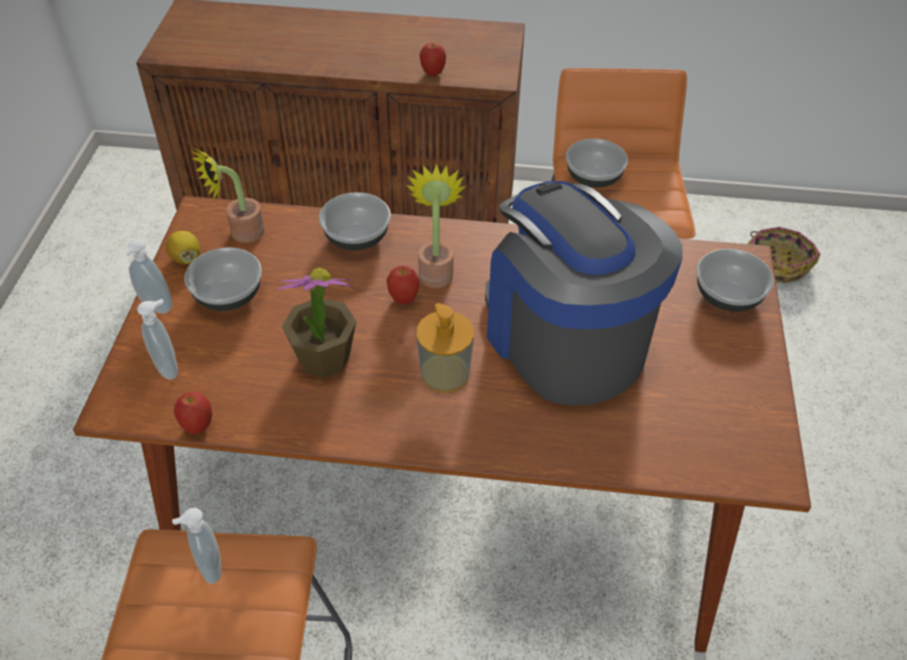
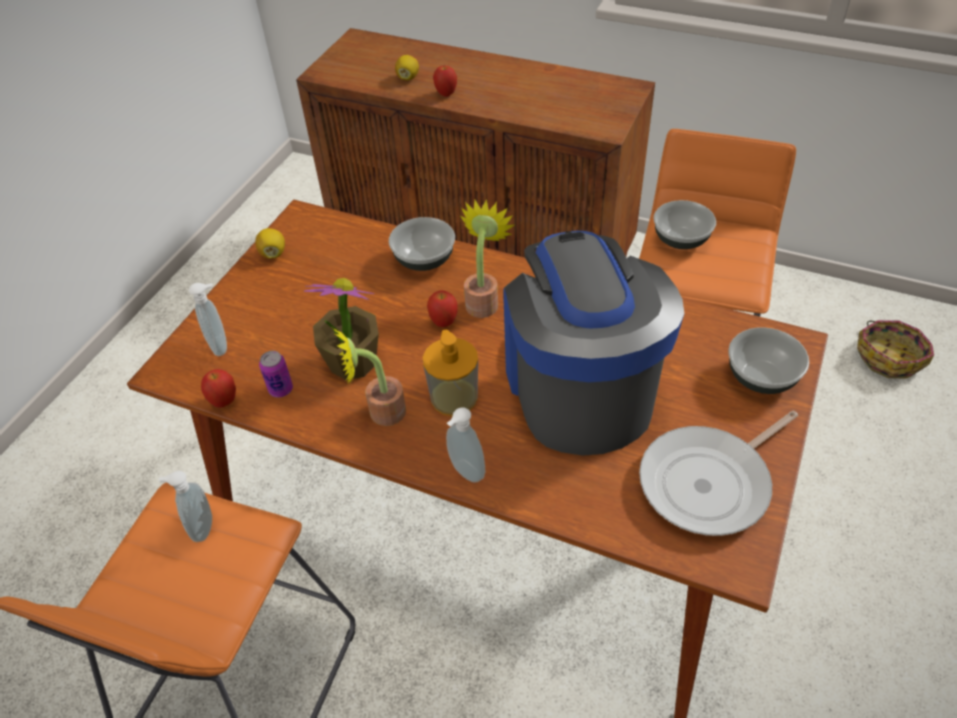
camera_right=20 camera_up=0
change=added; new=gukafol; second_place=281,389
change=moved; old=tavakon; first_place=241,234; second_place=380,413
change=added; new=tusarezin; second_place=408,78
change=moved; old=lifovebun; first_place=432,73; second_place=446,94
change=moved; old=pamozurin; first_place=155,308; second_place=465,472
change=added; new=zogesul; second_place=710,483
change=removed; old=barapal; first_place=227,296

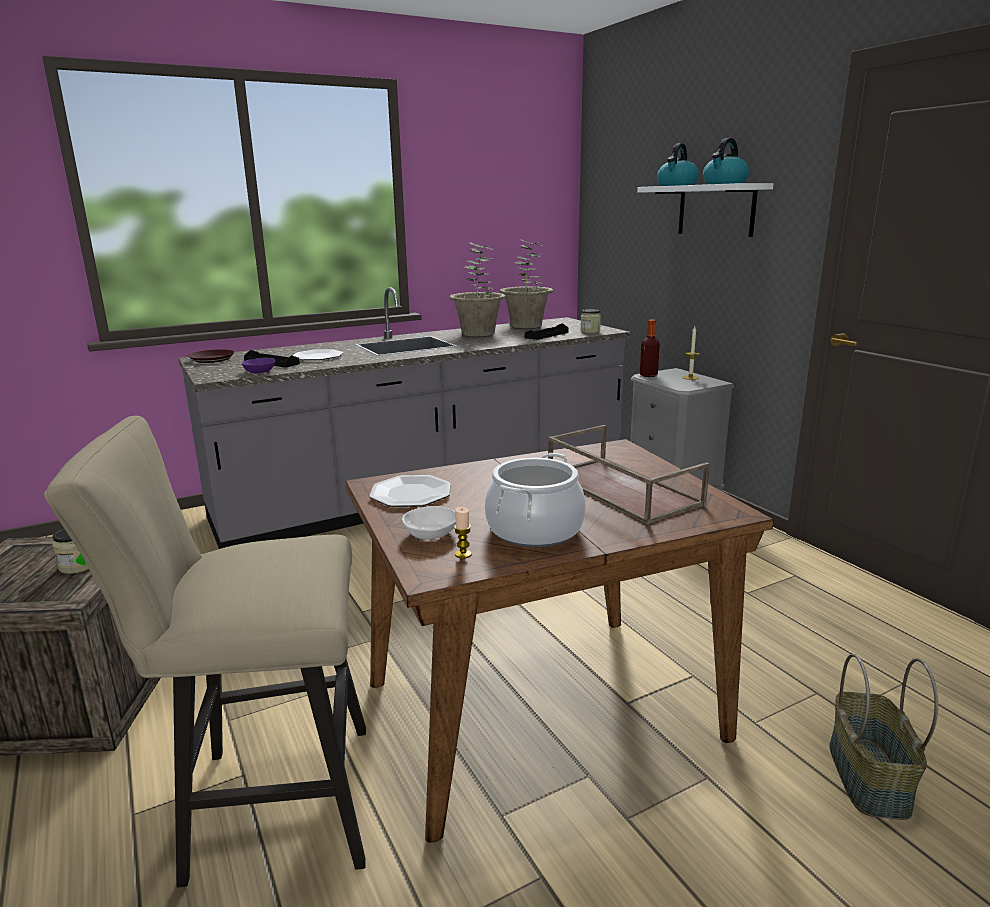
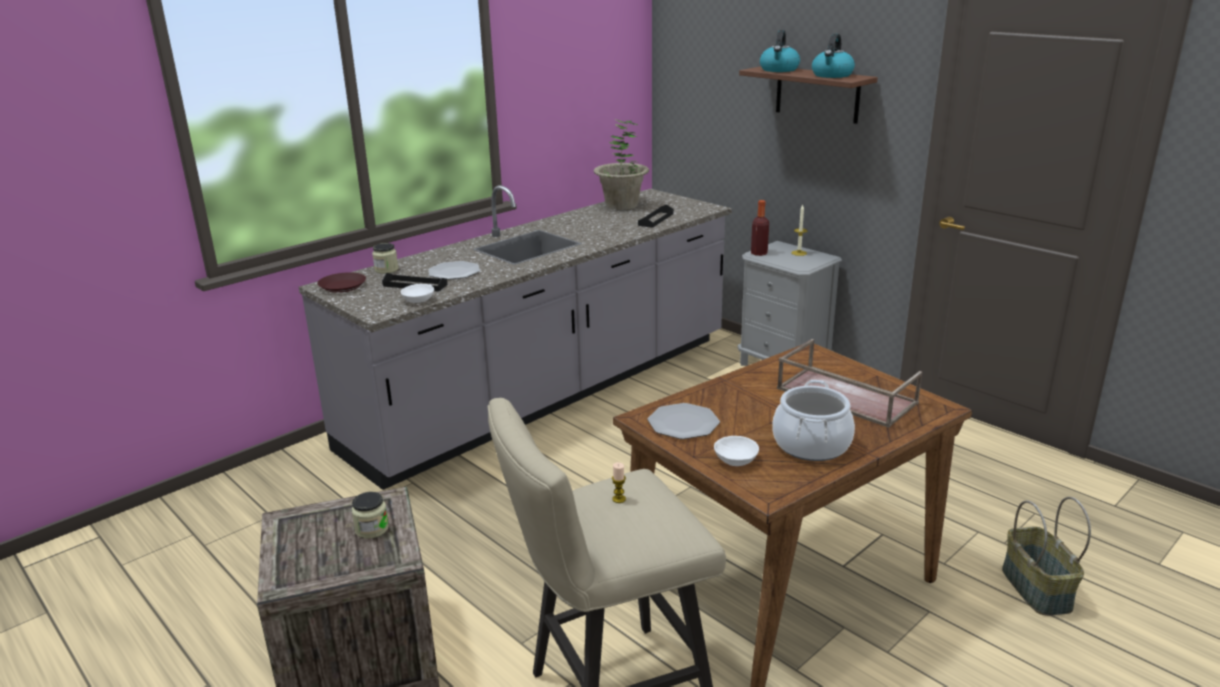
camera_right=-15 camera_up=5
change=moved; old=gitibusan; first_place=590,331; second_place=386,269
change=recoloured; old=purple barapal; new=white barapal; first_place=259,371; second_place=417,300
change=moved; old=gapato; first_place=463,554; second_place=619,499
change=recoloured; old=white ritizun; new=brown ritizun; first_place=716,210; second_place=817,94
change=removed; old=tavakon; first_place=478,333

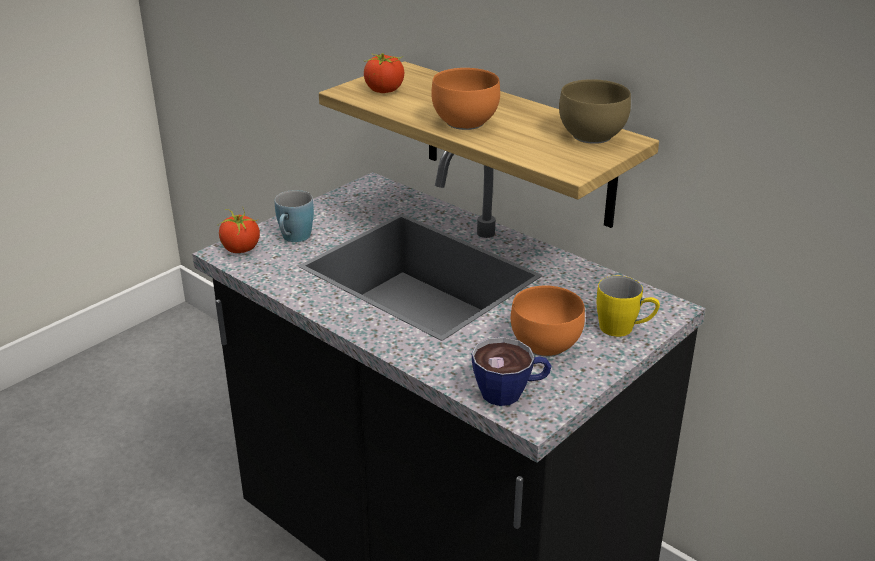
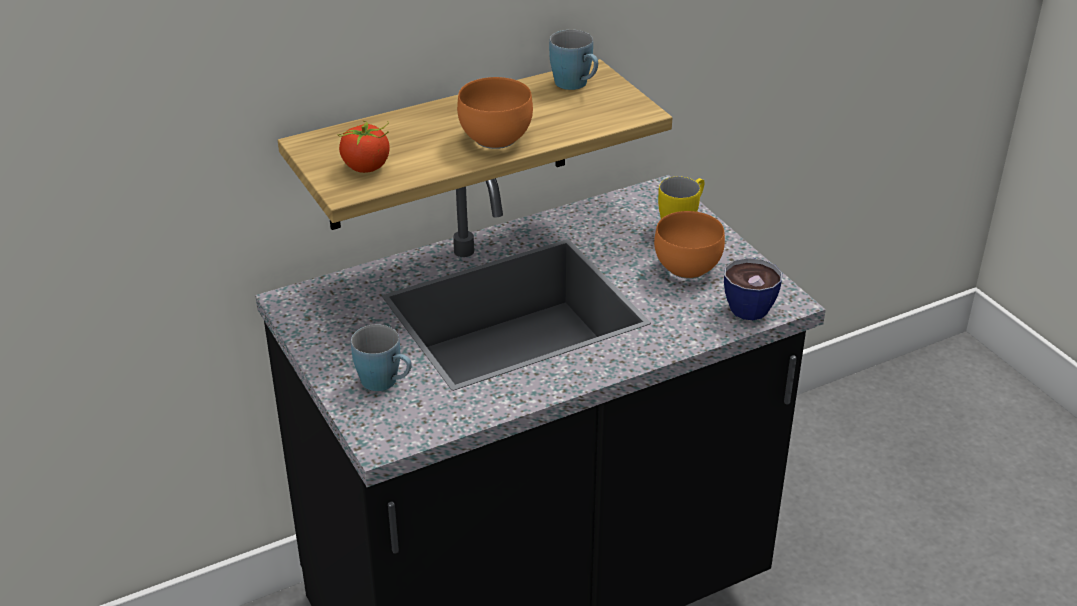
camera_right=-70 camera_up=5
change=replaced; old=brown barapal; new=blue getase; first_place=593,137; second_place=576,85
change=removed; old=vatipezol; first_place=240,249

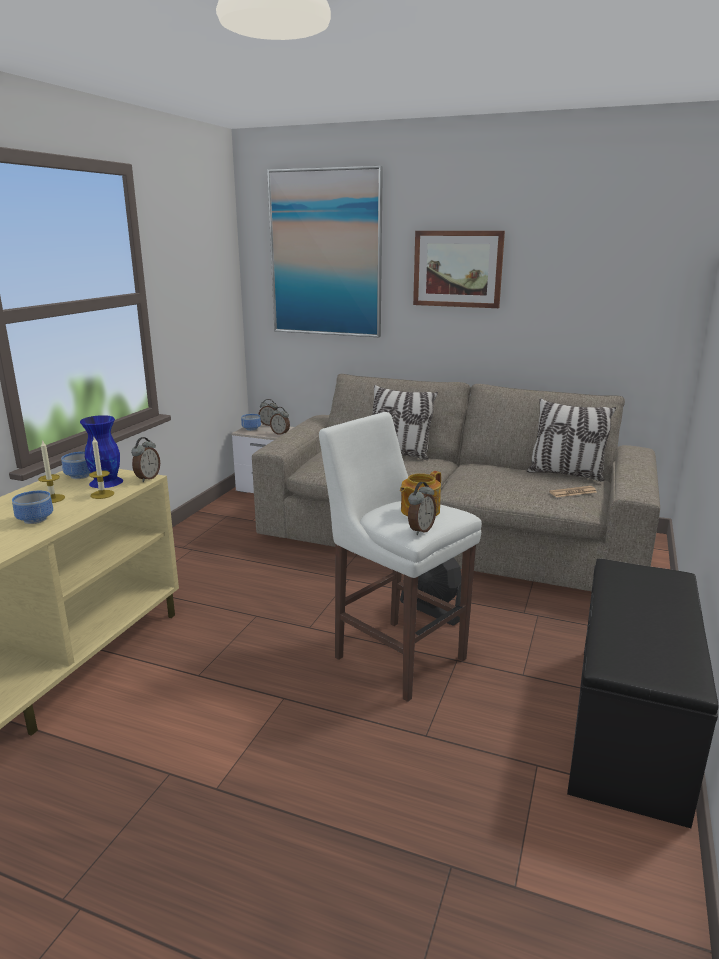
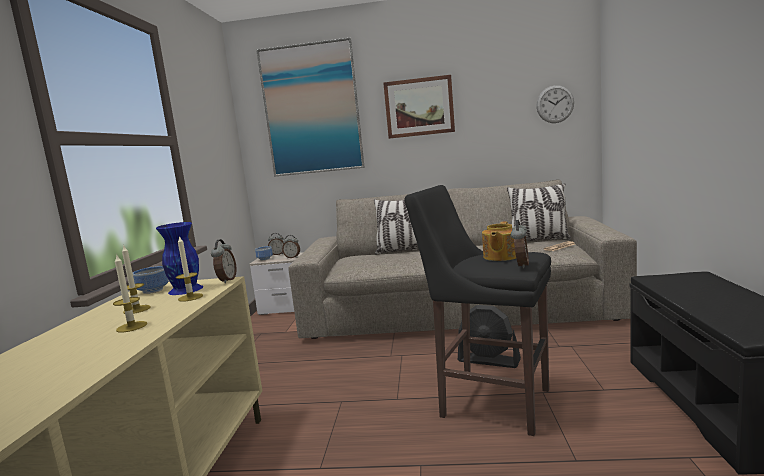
camera_right=-15 camera_up=-10
change=replaced; old=barapal; new=gapato; first_place=36,520; second_place=132,327
change=recoloured; old=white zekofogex; new=black zekofogex; first_place=395,655; second_place=489,401
change=added; new=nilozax; second_place=555,104

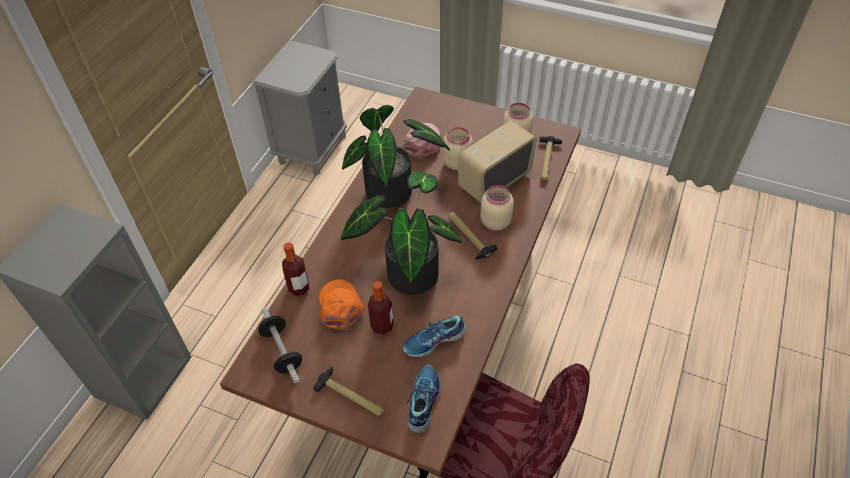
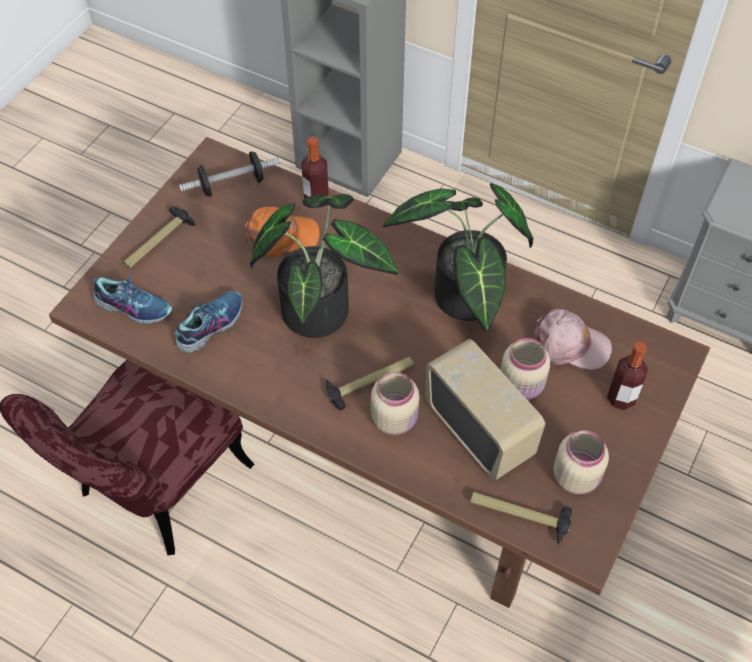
camera_right=95 camera_up=5
change=turned; old=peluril; first_place=434,341; second_place=210,325; degrees=60
change=moved; old=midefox; first_place=382,326; second_place=621,398

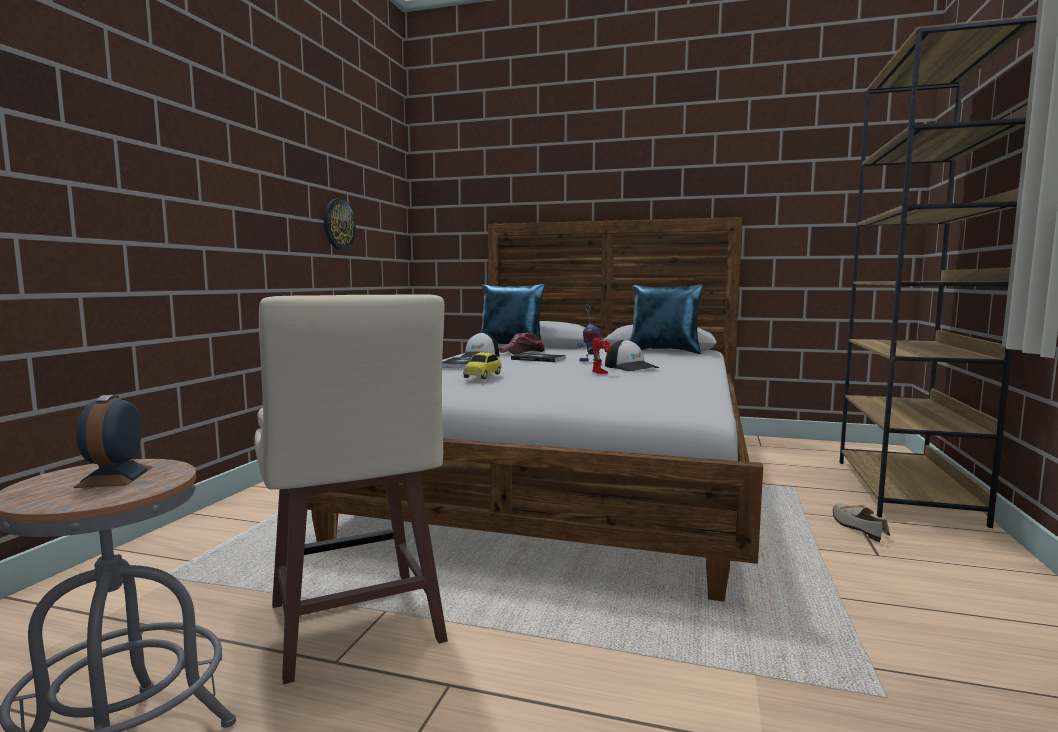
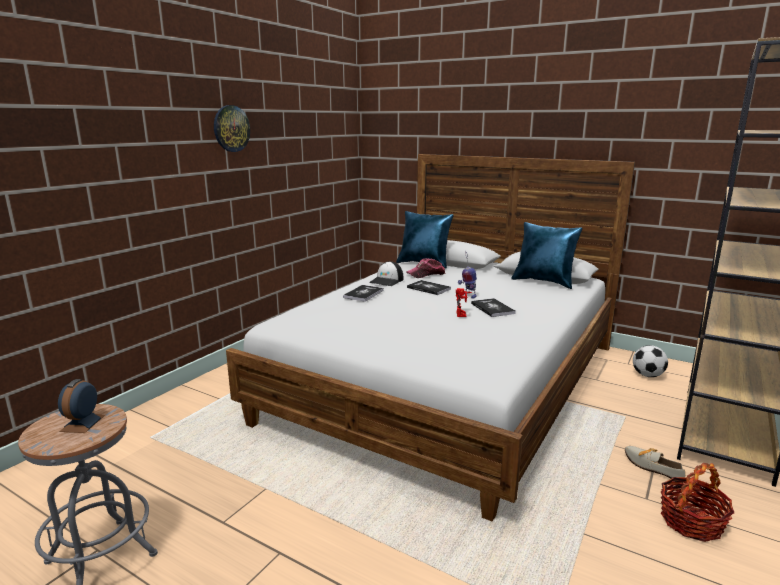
camera_right=15 camera_up=10
change=moved; old=nilozax; first_place=338,224; second_place=231,128
change=replaced; old=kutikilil; new=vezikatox; first_place=631,367; second_place=492,308
change=turned; old=peluril; first_place=857,526; second_place=650,466; degrees=-45
change=added; new=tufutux; second_place=647,375
change=added; new=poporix; second_place=691,522
change=removed; old=beige zekofogex; first_place=354,626
change=removed; old=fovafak; first_place=483,376

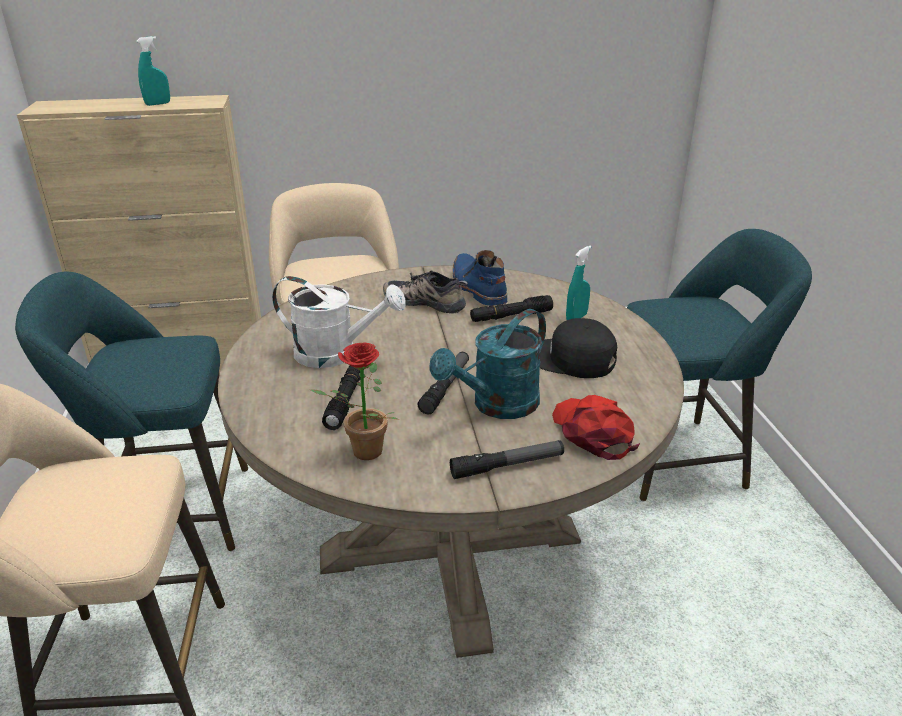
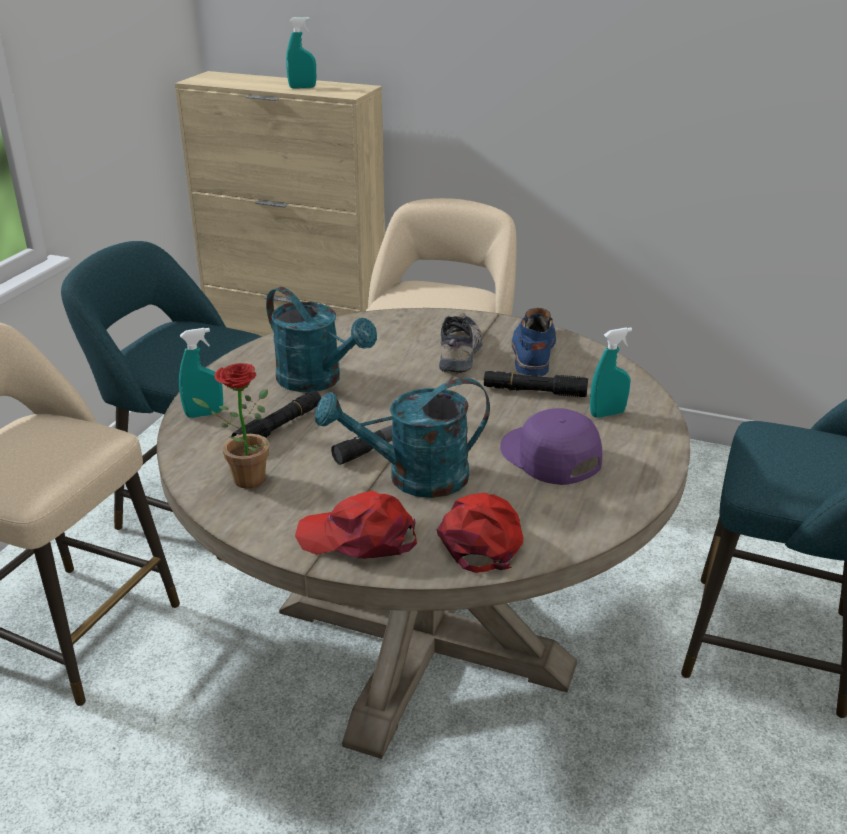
camera_right=30 camera_up=0
change=added; new=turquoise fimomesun; second_place=204,414
change=recoloured; old=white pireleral; new=turquoise pireleral; first_place=336,354; second_place=318,381
change=replaced; old=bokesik; new=red kutikilil; first_place=507,466; second_place=359,538
change=turned; old=peluril; first_place=426,301; second_place=461,352; degrees=45
change=recoloured; old=black kutikilil; new=purple kutikilil; first_place=572,359; second_place=549,456

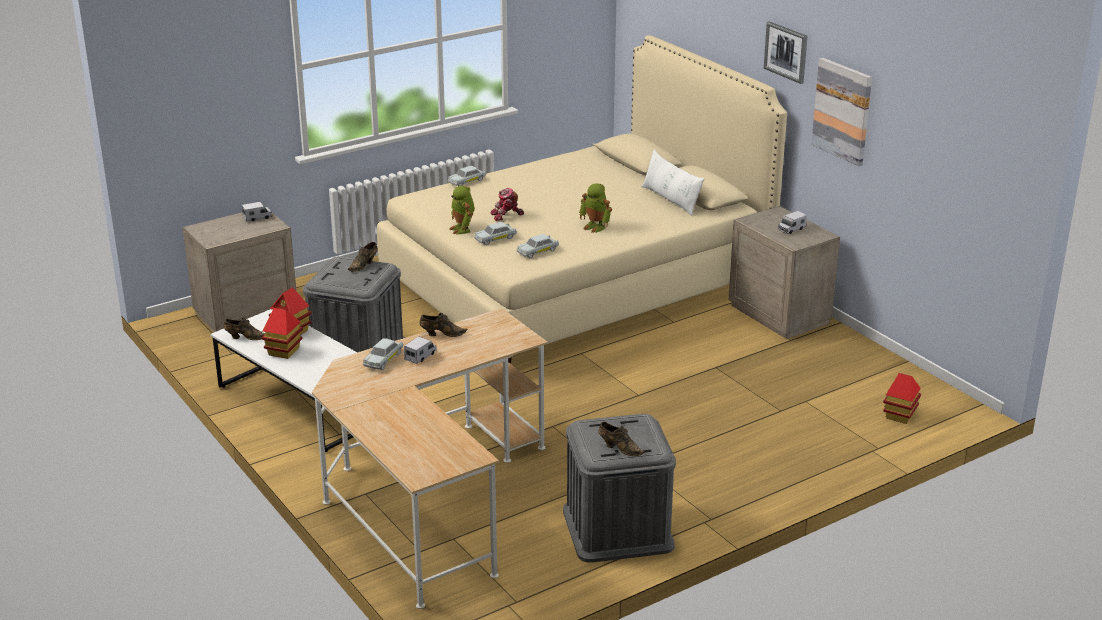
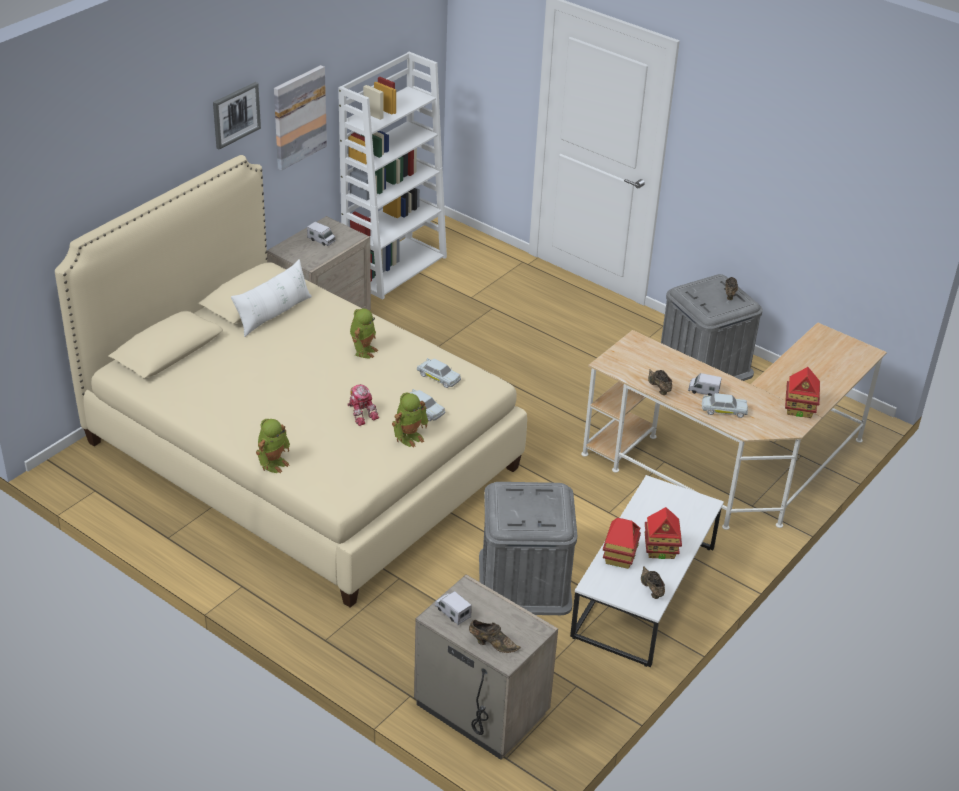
camera_right=-110 camera_up=10
change=replaced; old=white fovafak; new=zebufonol; first_place=467,181; second_place=273,463
change=added; new=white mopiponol; second_place=395,267
change=moved; old=brown peluril; first_place=364,265; second_place=492,644
change=moved; old=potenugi; first_place=900,416; second_place=799,409

